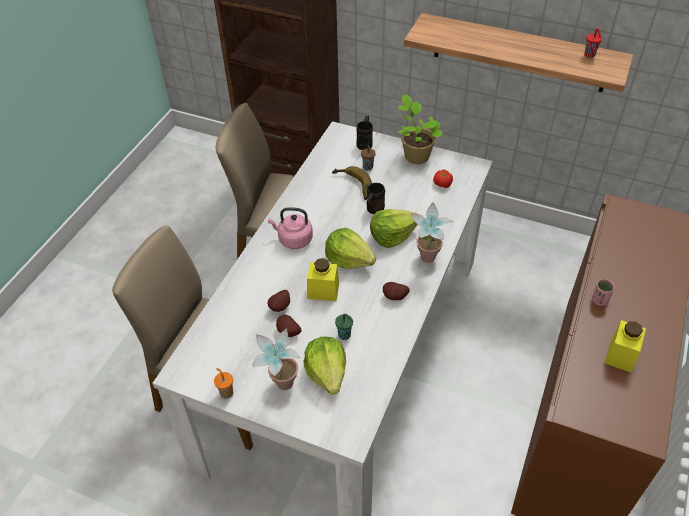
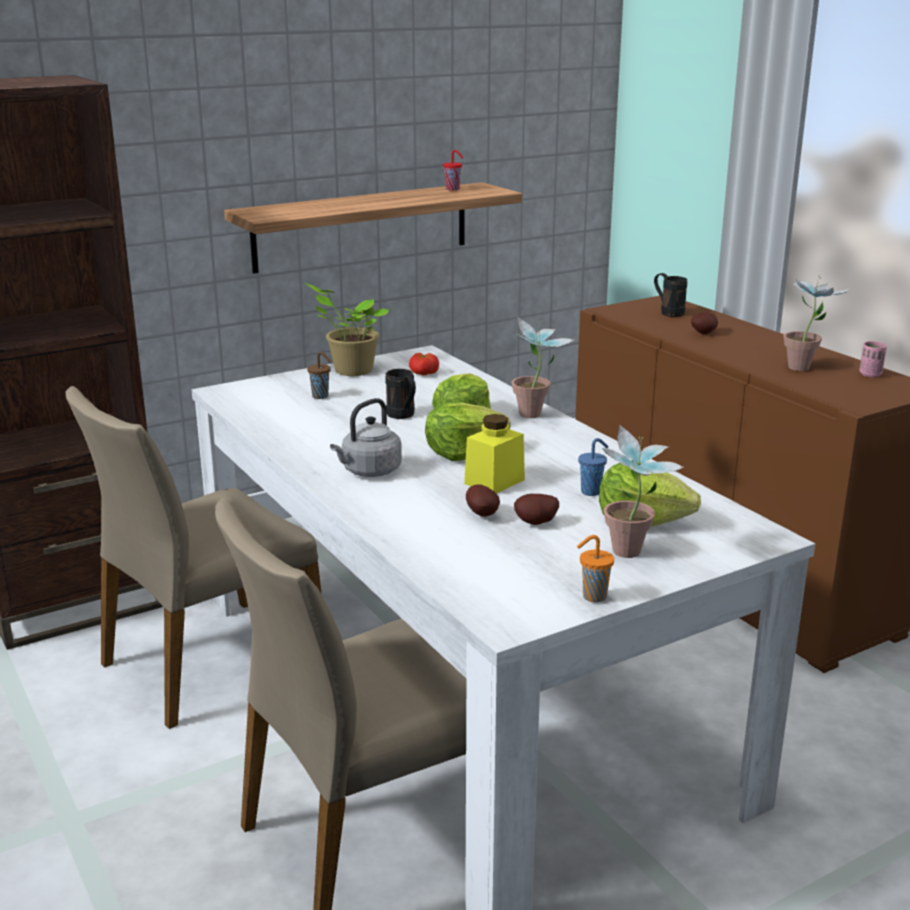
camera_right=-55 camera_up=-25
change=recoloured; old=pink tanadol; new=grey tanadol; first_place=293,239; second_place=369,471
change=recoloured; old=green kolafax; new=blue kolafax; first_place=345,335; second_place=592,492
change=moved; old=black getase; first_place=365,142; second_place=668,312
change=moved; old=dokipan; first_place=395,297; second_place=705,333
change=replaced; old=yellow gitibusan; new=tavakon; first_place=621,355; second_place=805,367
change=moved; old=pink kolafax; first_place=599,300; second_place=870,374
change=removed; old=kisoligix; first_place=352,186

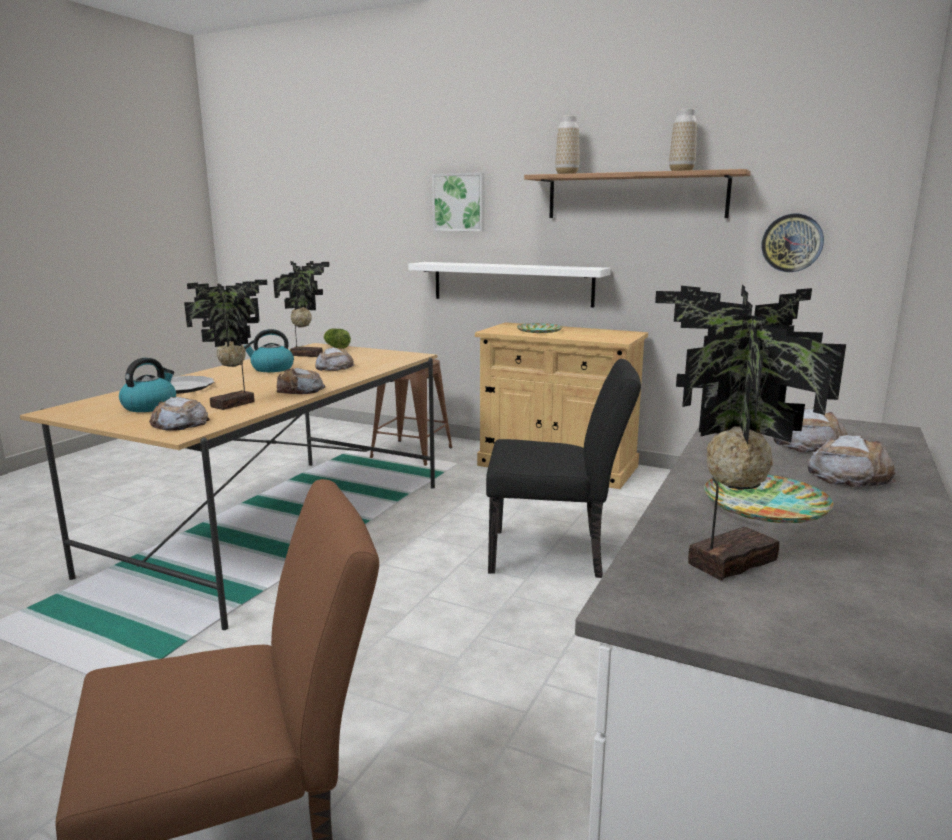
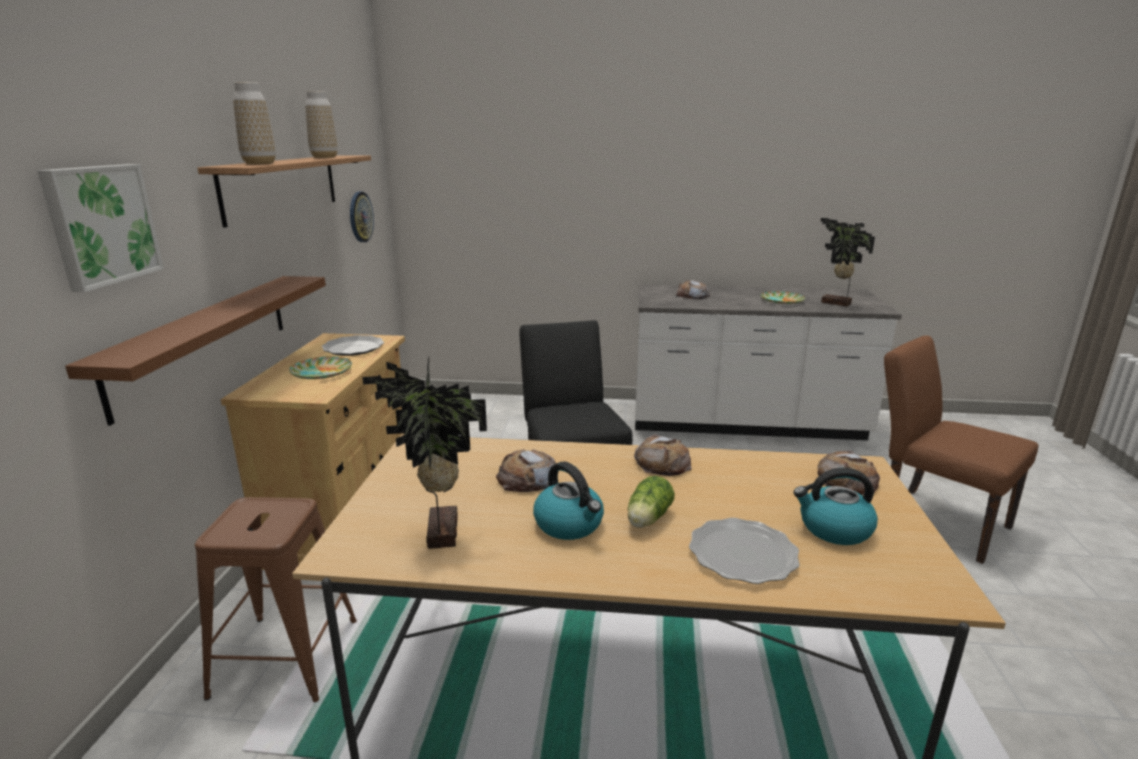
camera_right=-110 camera_up=5
change=recoloured; old=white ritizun; new=brown ritizun; first_place=511,283; second_place=205,339
change=added; new=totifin; second_place=353,348
change=moved; old=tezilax; first_place=336,347; second_place=647,519
change=removed; old=tavakon; first_place=235,405
change=removed; old=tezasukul; first_place=849,475

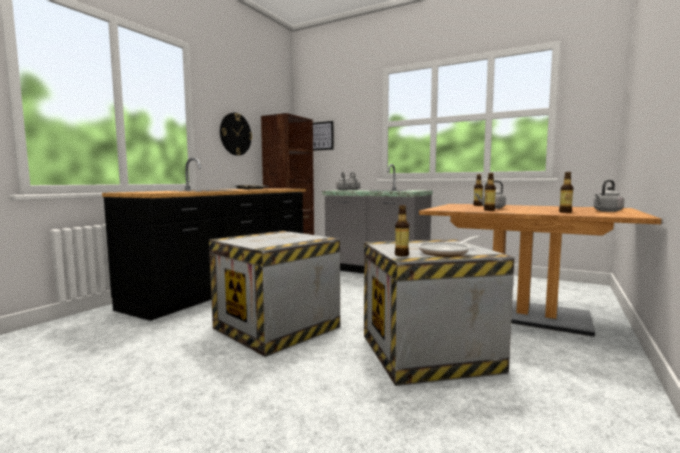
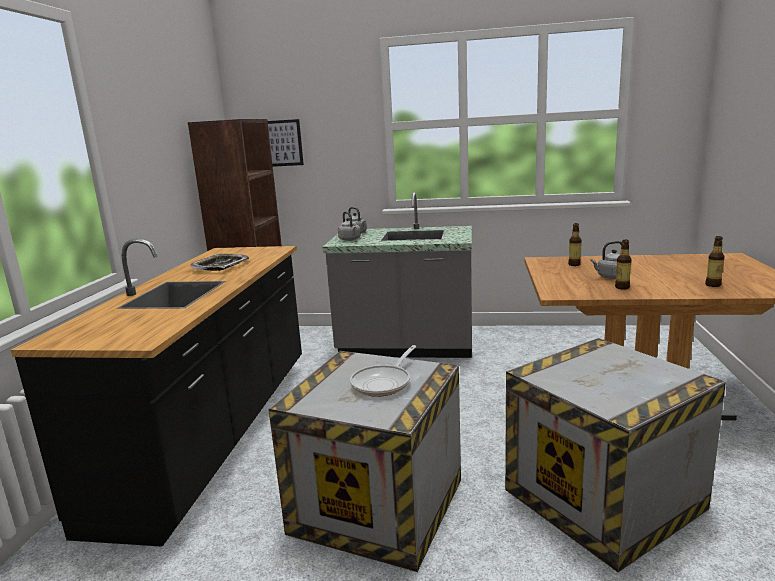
camera_right=-20 camera_up=10
change=moved; old=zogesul; first_place=447,252; second_place=384,383
change=removed; old=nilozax; first_place=235,134
change=removed; old=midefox; first_place=401,255
change=removed; old=grey tanadol; first_place=607,211

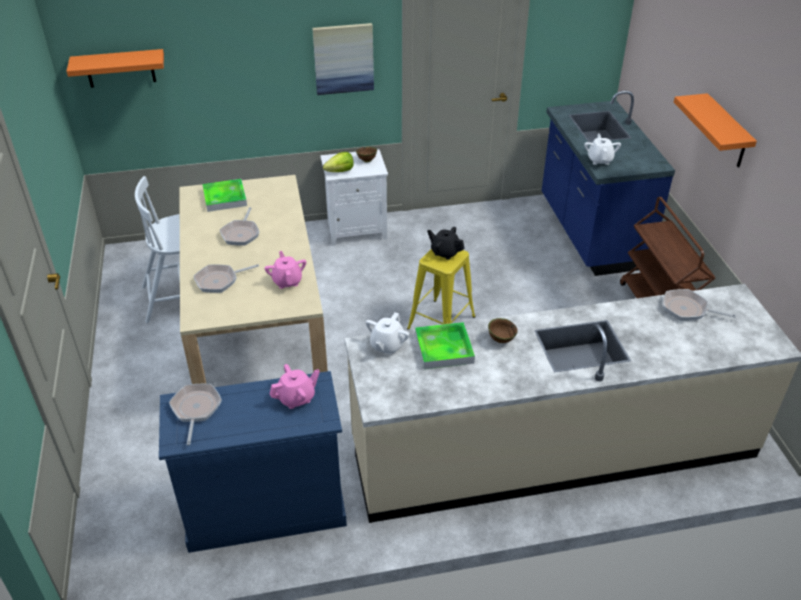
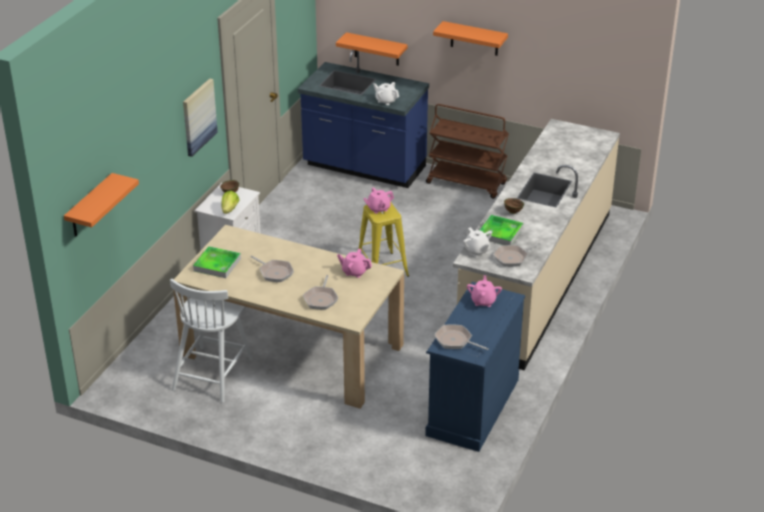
camera_right=-55 camera_up=-5
change=added; new=orange ritizun; second_place=376,49
change=recoloured; old=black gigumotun; new=pink gigumotun; first_place=445,252; second_place=378,208
change=moved; old=zogesul; first_place=687,309; second_place=512,257

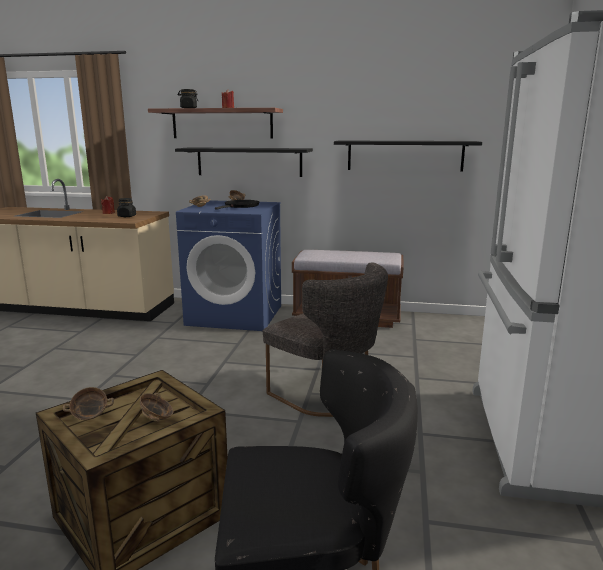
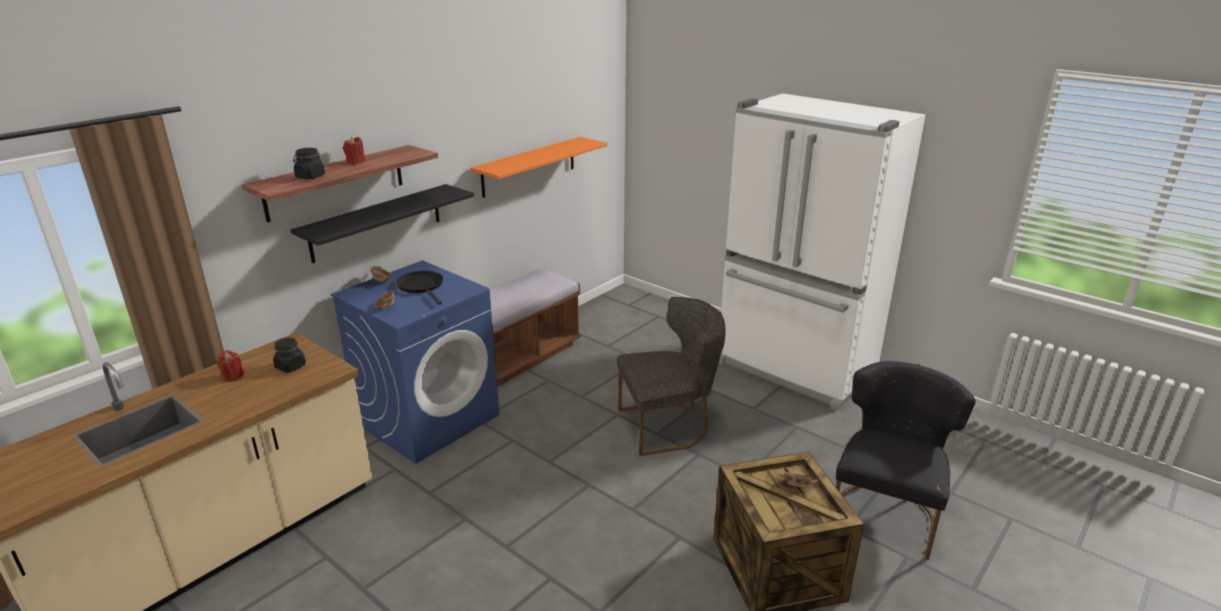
camera_right=-60 camera_up=10
change=recoloured; old=black ritizun; new=orange ritizun; first_place=405,155; second_place=529,166
change=removed; old=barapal; first_place=90,416

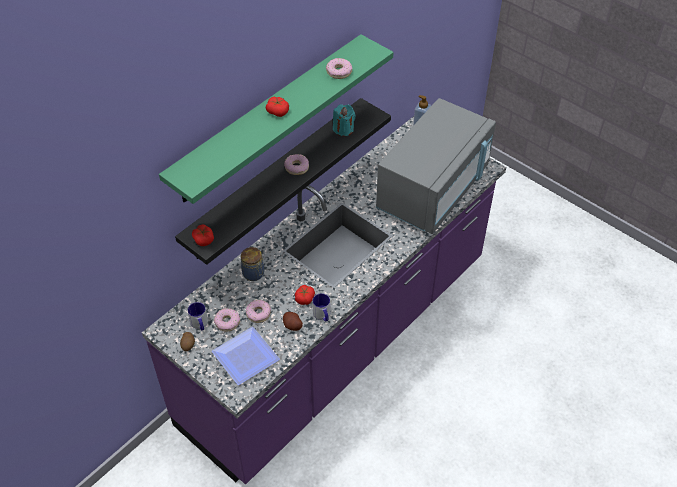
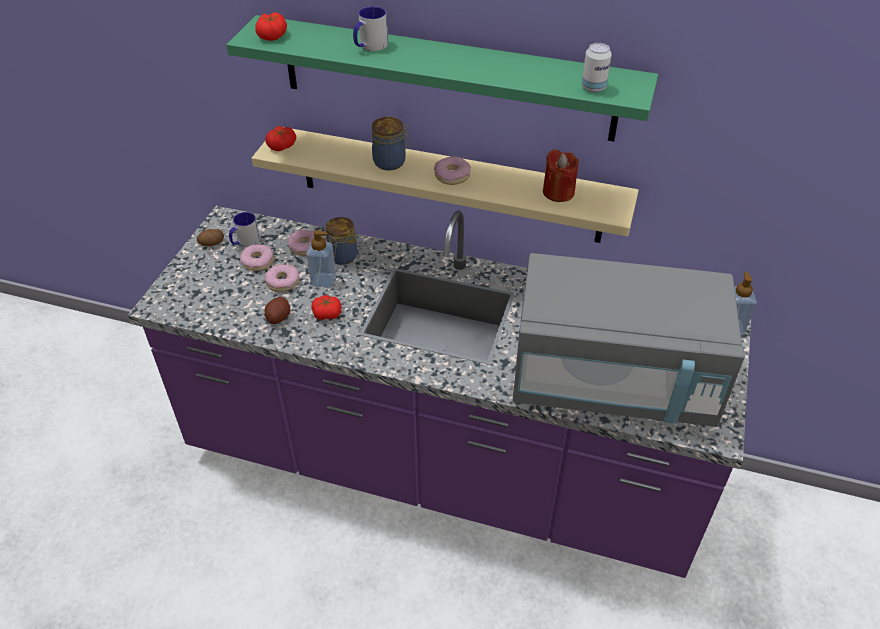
camera_right=65 camera_up=-5
change=recoloured; old=black ritizun; new=beige ritizun; first_place=275,179; second_place=449,185
change=moved; old=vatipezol; first_place=277,111; second_place=272,35
change=moved; old=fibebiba; first_place=339,72; second_place=304,247
change=added; new=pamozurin; second_place=323,280
change=moved; old=getase; first_place=322,315; second_place=370,46
change=added; new=gitibusan; second_place=391,162
change=recoloured; old=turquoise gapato; new=red gapato; first_place=343,129; second_place=558,192
change=added; new=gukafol; second_place=593,87
change=removed; old=totifin; first_place=248,357

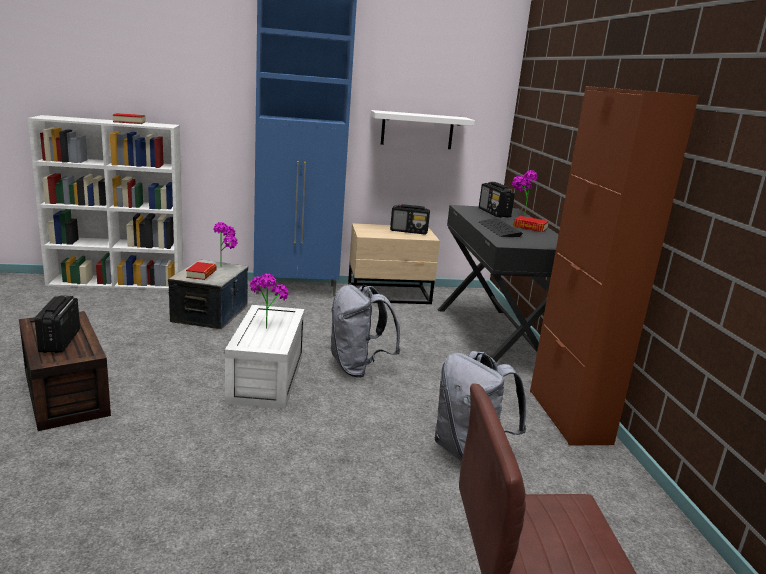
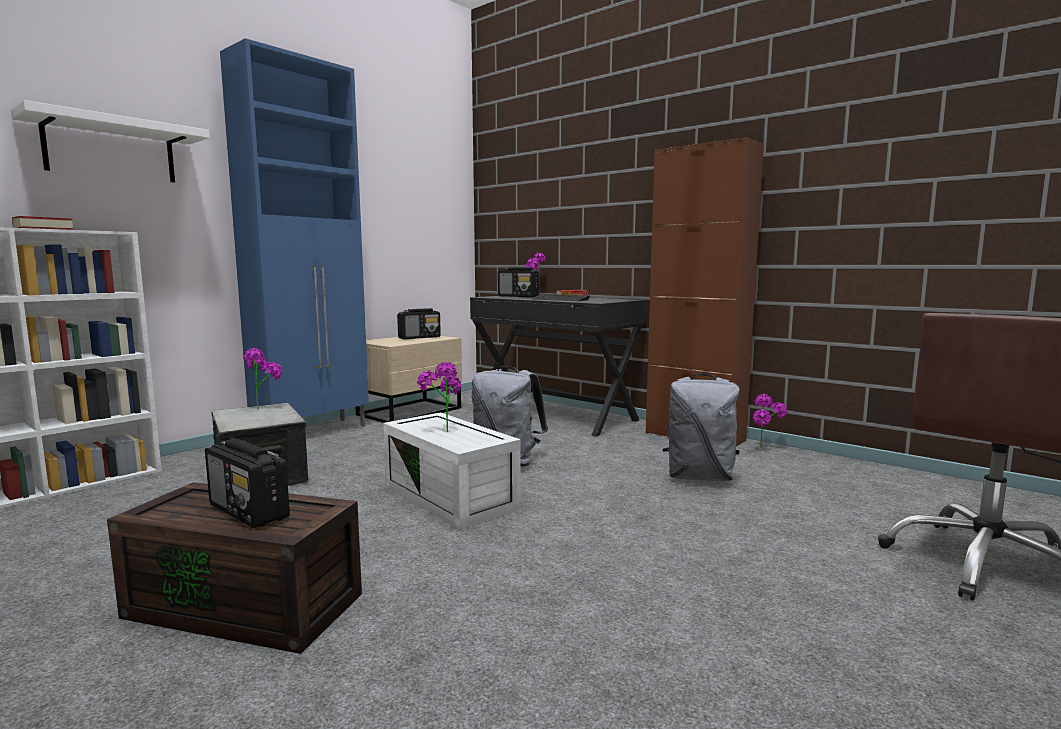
camera_right=-40 camera_up=-10
change=moved; old=white ritizun; first_place=417,130; second_place=111,150
change=added; new=tavakon; second_place=766,449
change=removed; old=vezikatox; first_place=201,274

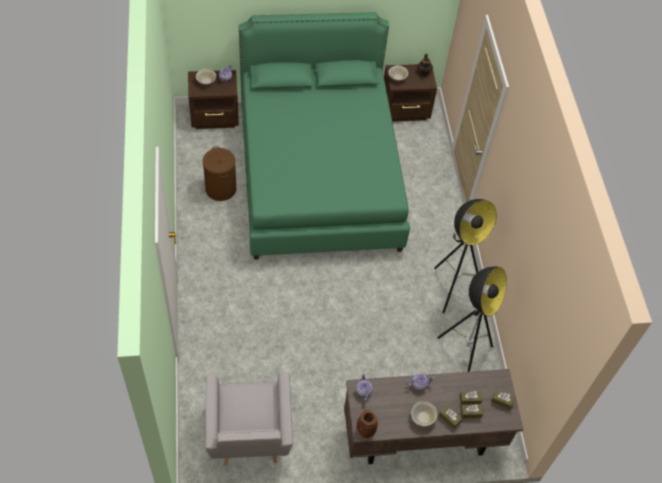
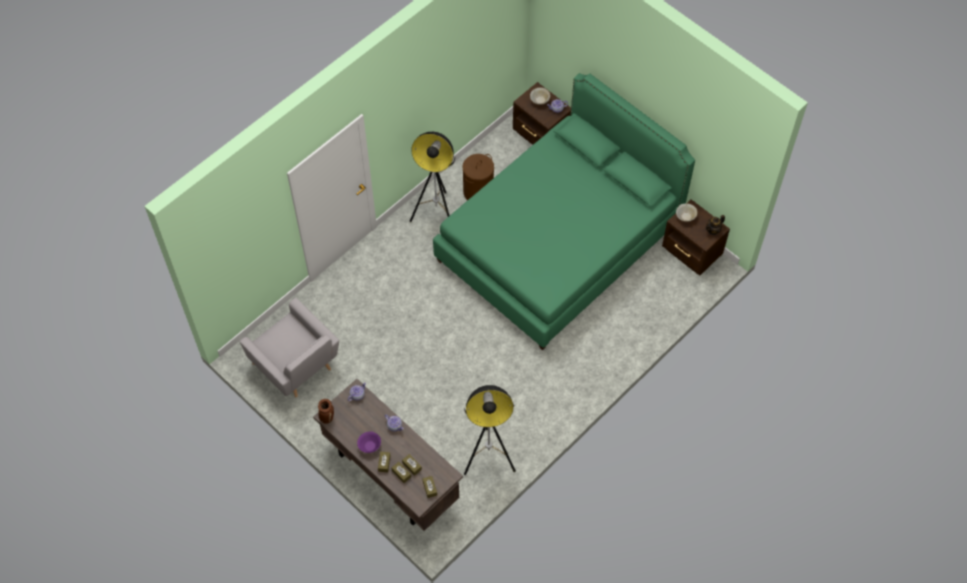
camera_right=55 camera_up=5
change=turned; old=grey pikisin; first_place=249,434; second_place=296,365; degrees=-90
change=recoloured; old=beige barapal; new=purple barapal; first_place=422,417; second_place=369,445
change=moved; old=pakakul; first_place=452,289; second_place=437,214

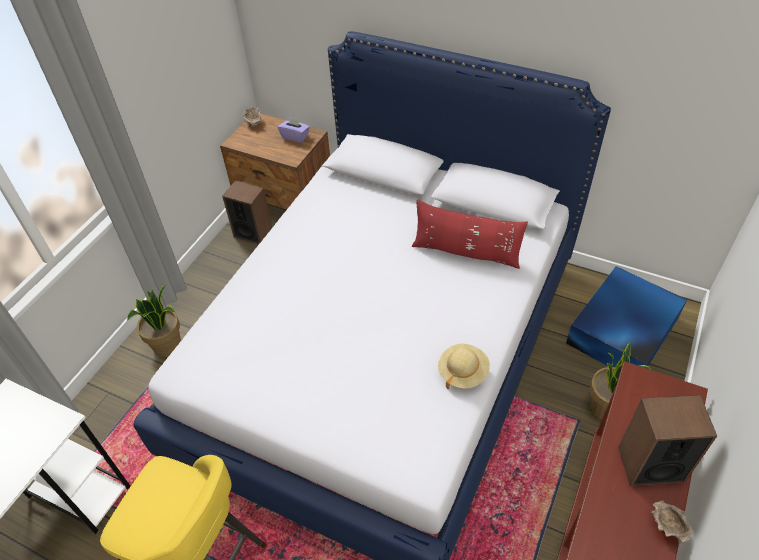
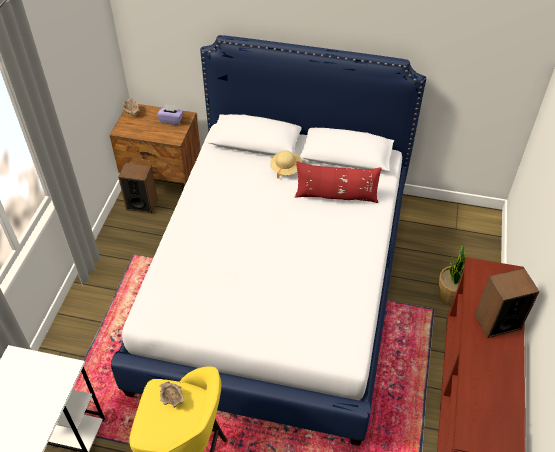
camera_right=-15 camera_up=0
change=moved; old=beige barapal; first_place=667,527; second_place=172,399
change=moved; old=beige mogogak; first_place=462,372; second_place=286,168
change=removed; old=tavakon; first_place=168,346
change=removed; old=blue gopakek; first_place=621,331

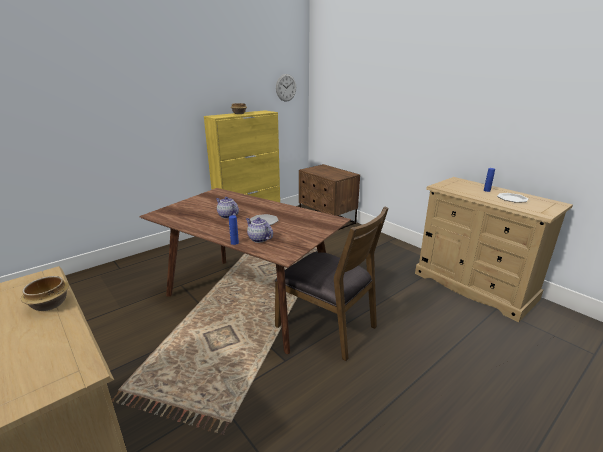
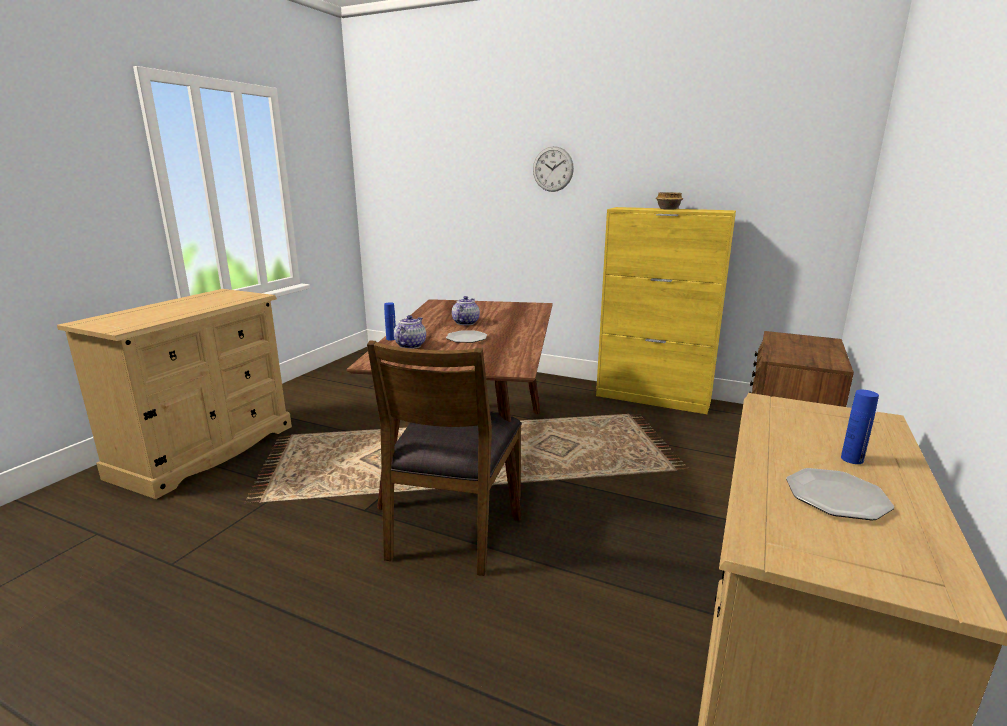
camera_right=65 camera_up=-5
change=moved; old=nilozax; first_place=286,87; second_place=553,169
change=removed; old=barapal; first_place=50,305

